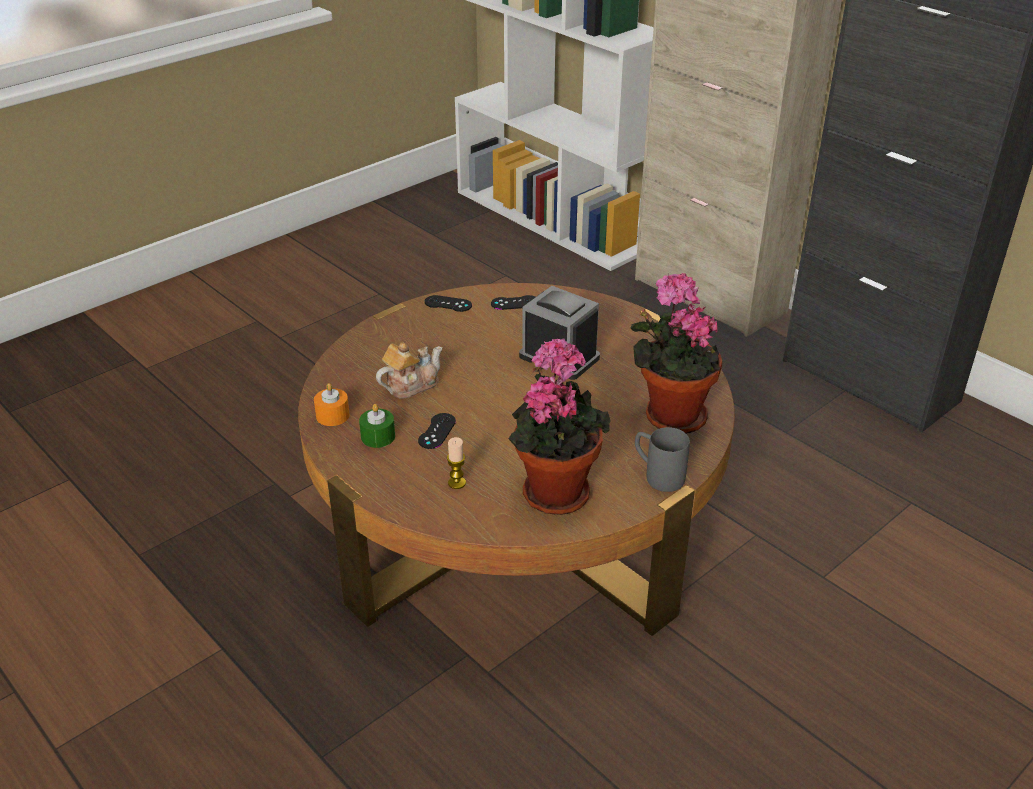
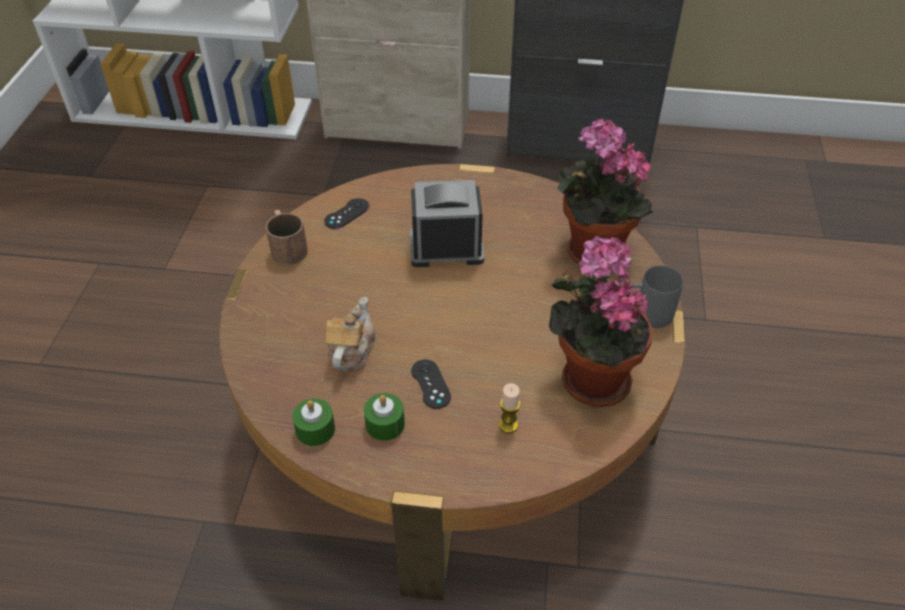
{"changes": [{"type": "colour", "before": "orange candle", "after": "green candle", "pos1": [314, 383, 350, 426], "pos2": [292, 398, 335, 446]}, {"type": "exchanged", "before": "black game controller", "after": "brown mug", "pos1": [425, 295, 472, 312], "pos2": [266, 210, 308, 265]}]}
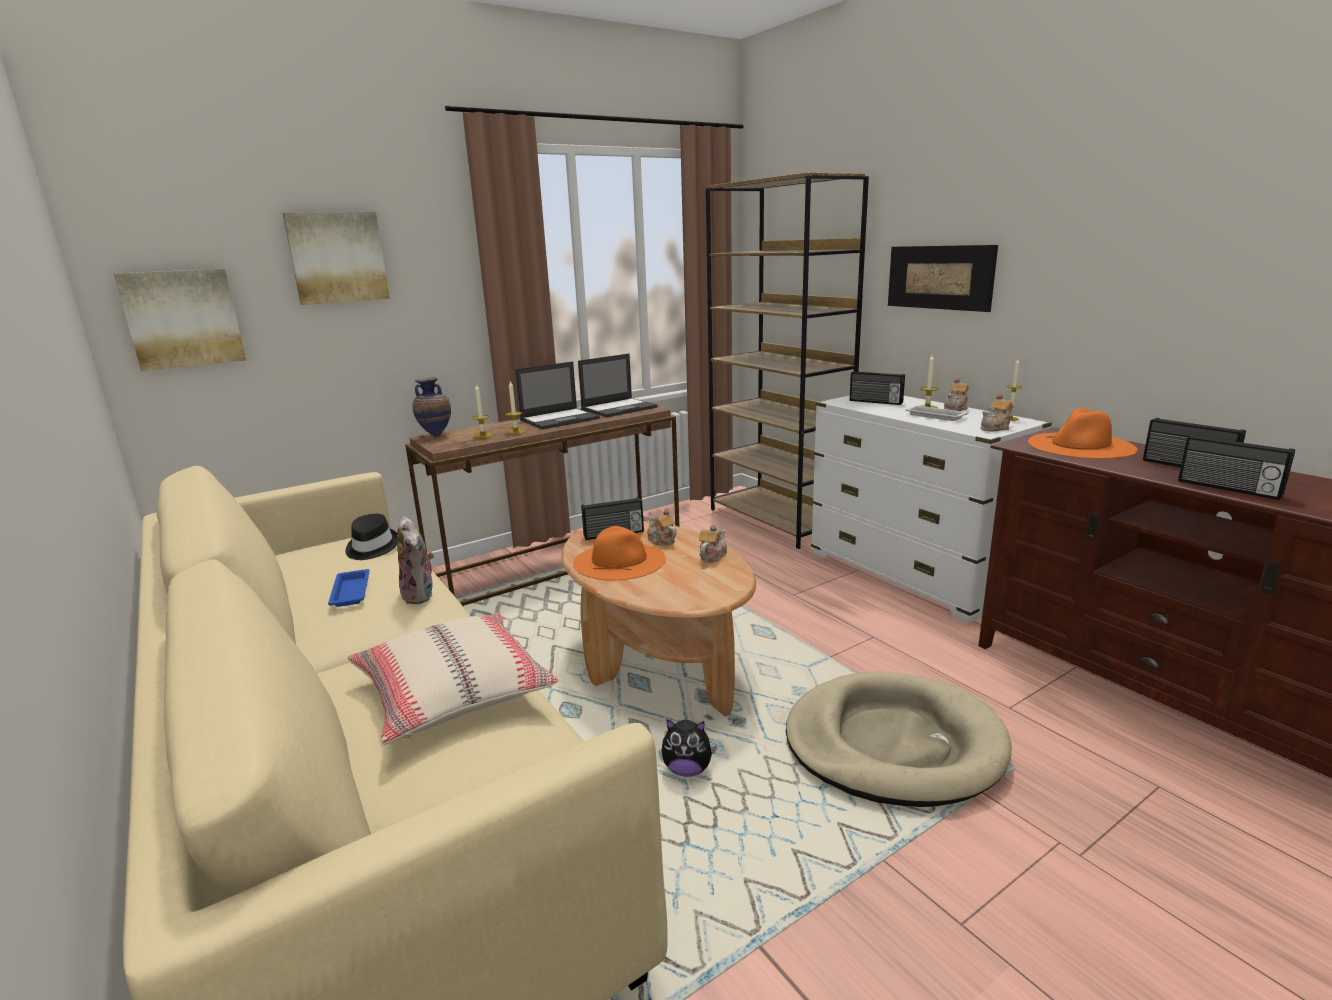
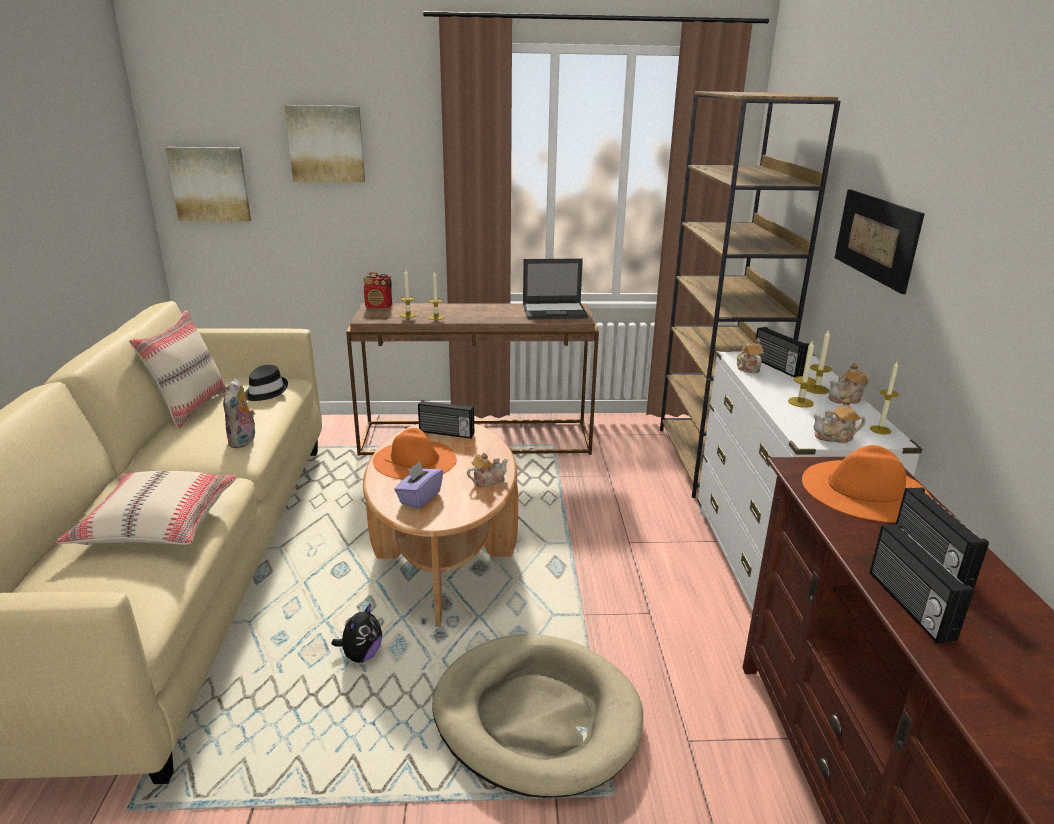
{"changes": [{"type": "missing", "before": "blue tray", "pos1": [328, 569, 370, 607]}, {"type": "exchanged", "before": "vase", "after": "radio", "pos1": [412, 377, 451, 437], "pos2": [363, 272, 392, 308]}, {"type": "missing", "before": "laptop", "pos1": [515, 362, 600, 430]}, {"type": "relocated", "before": "teapot", "pos1": [647, 509, 677, 546], "pos2": [737, 338, 764, 373]}, {"type": "spun", "before": "plush toy", "pos1": [661, 719, 717, 777], "pos2": [331, 603, 382, 663], "turn": -105}, {"type": "exchanged", "before": "white tray", "after": "candle", "pos1": [905, 406, 969, 421], "pos2": [788, 341, 816, 408]}, {"type": "appeared", "after": "beige pillow", "pos2": [129, 310, 227, 428]}, {"type": "appeared", "after": "purple tissue box", "pos2": [394, 461, 443, 509]}]}
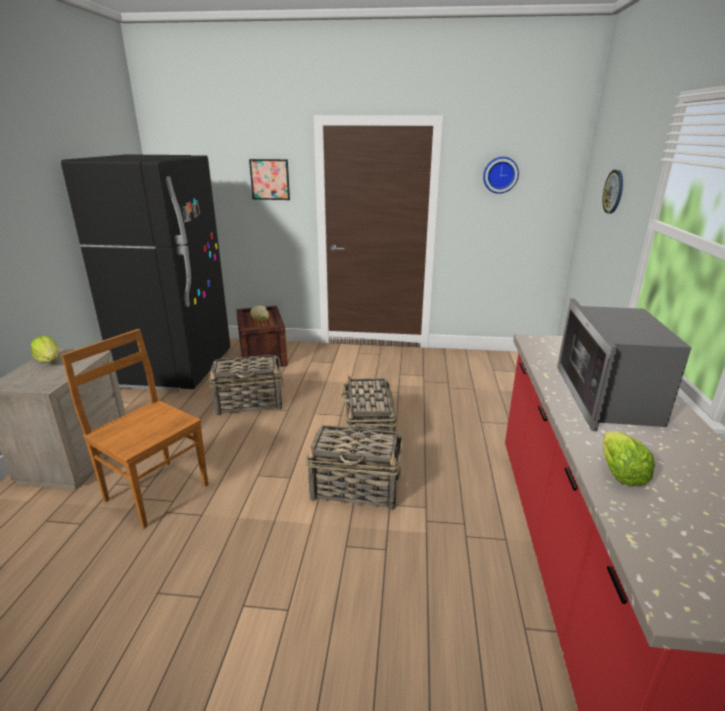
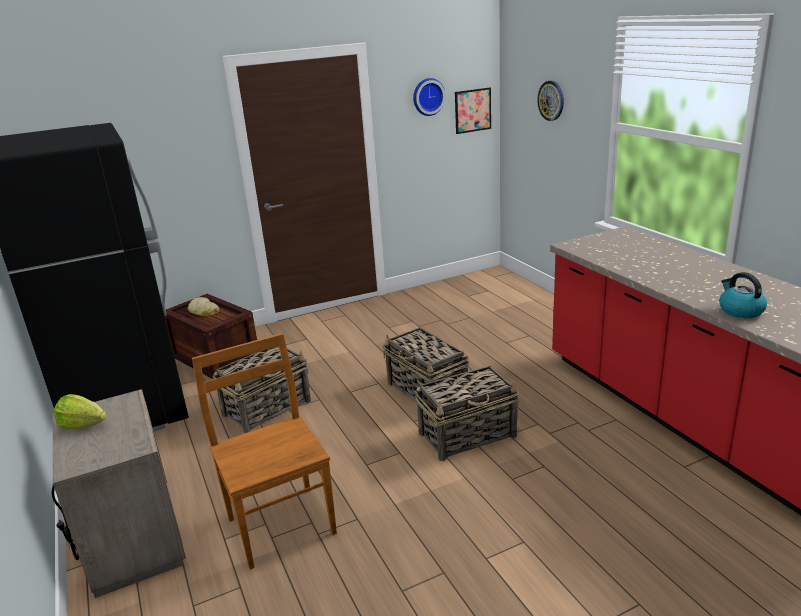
{"changes": [{"type": "spun", "before": "brown chair", "pos1": [61, 329, 208, 528], "pos2": [192, 333, 337, 570], "turn": 60}, {"type": "relocated", "before": "picture", "pos1": [249, 159, 290, 200], "pos2": [455, 88, 491, 134]}, {"type": "missing", "before": "microwave", "pos1": [557, 298, 691, 431]}, {"type": "exchanged", "before": "lettuce", "after": "kettle", "pos1": [602, 431, 655, 486], "pos2": [719, 272, 767, 318]}]}
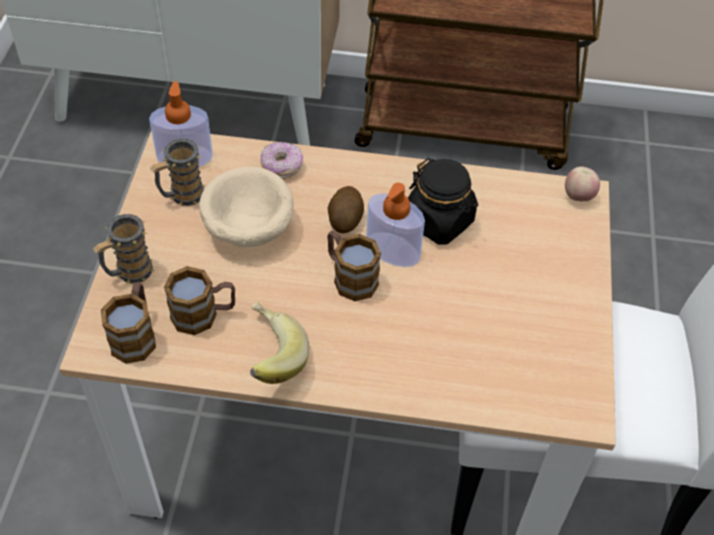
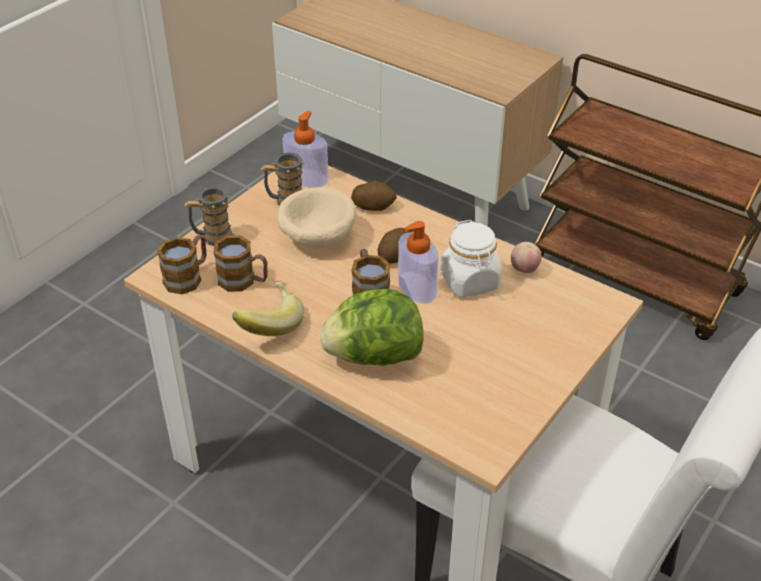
{"changes": [{"type": "exchanged", "before": "donut", "after": "potato", "pos1": [260, 142, 303, 179], "pos2": [351, 181, 397, 211]}, {"type": "colour", "before": "black jar", "after": "white jar", "pos1": [408, 158, 478, 245], "pos2": [440, 220, 502, 297]}, {"type": "relocated", "before": "apple", "pos1": [565, 166, 600, 201], "pos2": [511, 242, 542, 273]}, {"type": "appeared", "after": "lettuce", "pos2": [320, 289, 424, 366]}]}
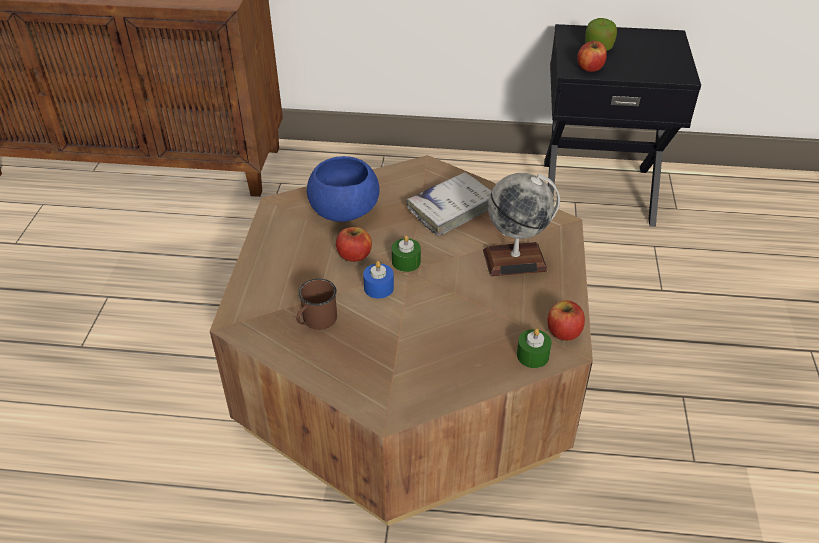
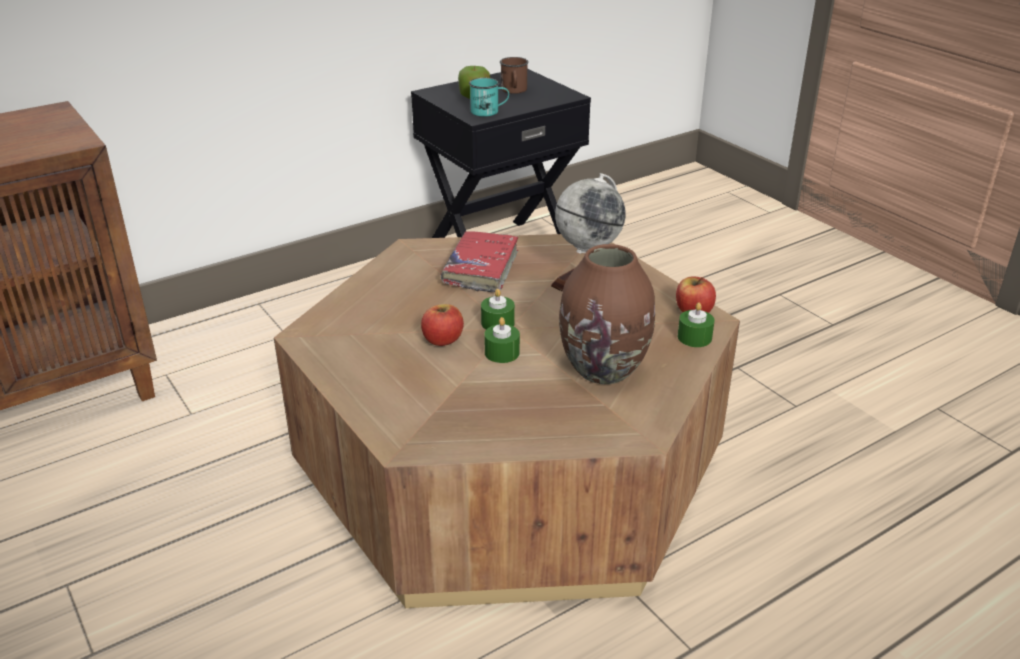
{"changes": [{"type": "relocated", "before": "brown mug", "pos1": [296, 279, 337, 330], "pos2": [500, 57, 529, 94]}, {"type": "missing", "before": "blue bowl", "pos1": [307, 156, 380, 222]}, {"type": "colour", "before": "blue candle", "after": "green candle", "pos1": [363, 261, 394, 299], "pos2": [484, 317, 520, 363]}, {"type": "colour", "before": "white book", "after": "red book", "pos1": [406, 172, 492, 236], "pos2": [441, 231, 518, 292]}, {"type": "exchanged", "before": "apple", "after": "turquoise mug", "pos1": [577, 40, 607, 72], "pos2": [469, 78, 509, 116]}, {"type": "appeared", "after": "brown vase", "pos2": [559, 244, 655, 384]}]}
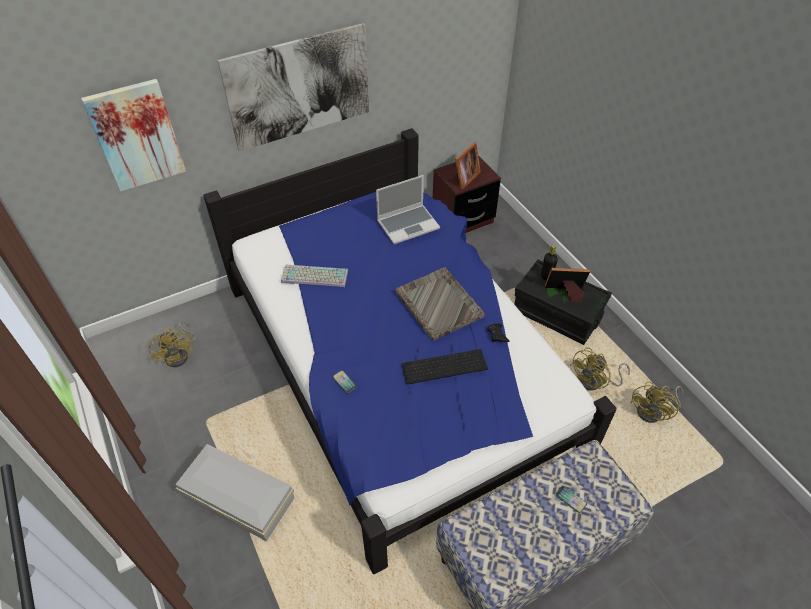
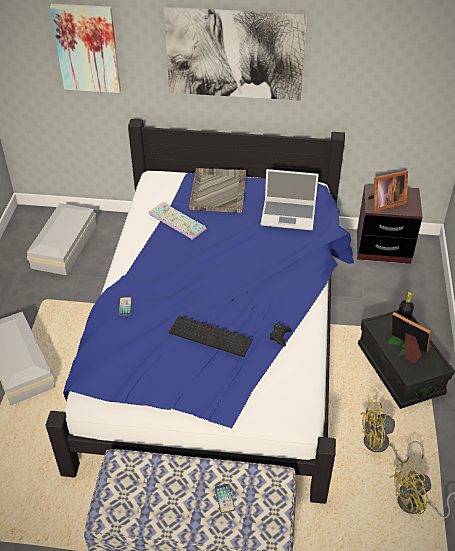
{"changes": [{"type": "exchanged", "before": "yellow fan", "after": "white storage box", "pos1": [149, 321, 196, 367], "pos2": [27, 203, 96, 275]}, {"type": "relocated", "before": "grey tray", "pos1": [395, 267, 485, 341], "pos2": [189, 168, 246, 213]}]}
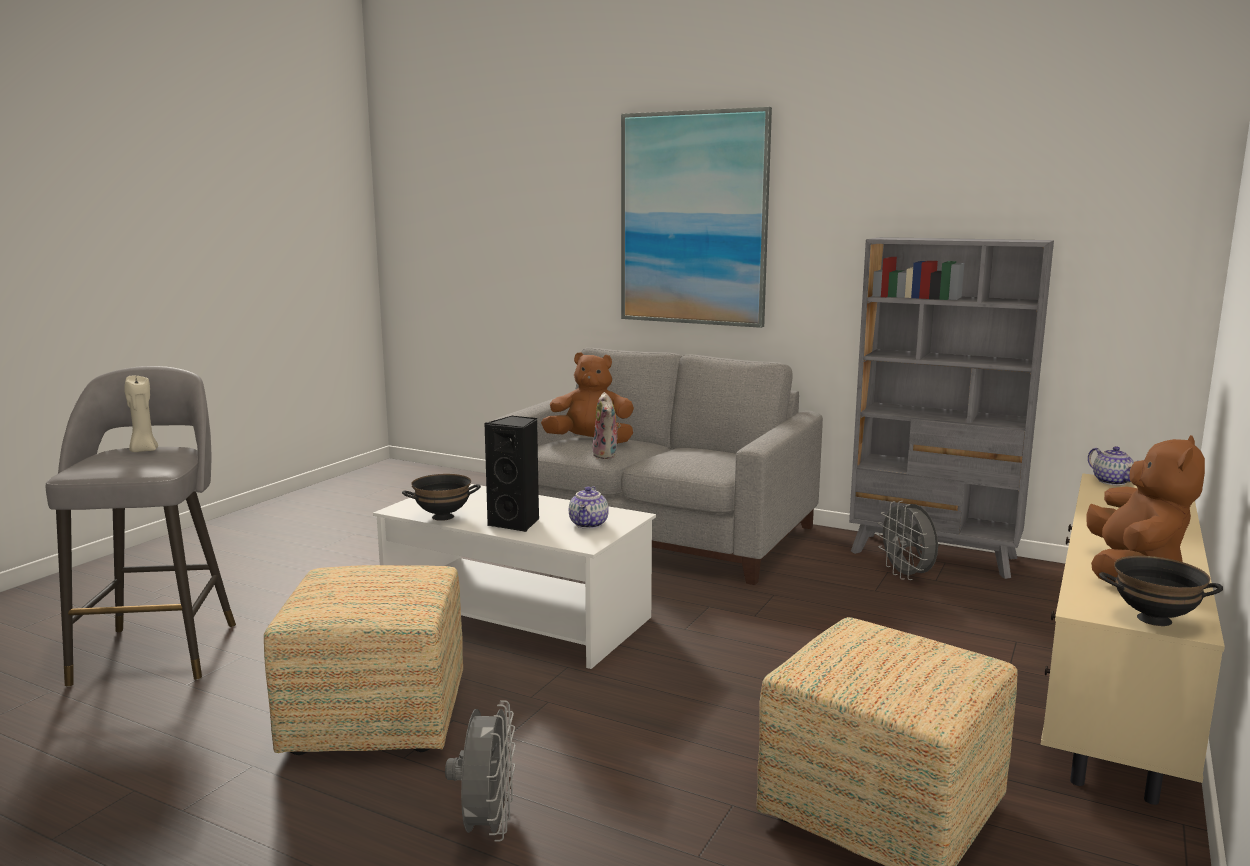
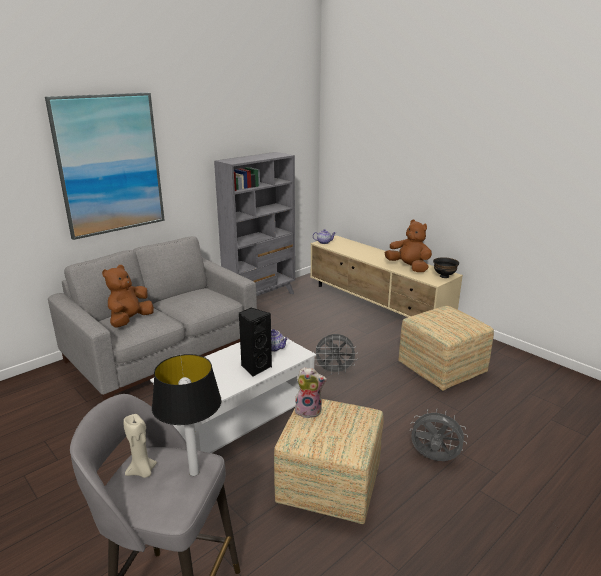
{"changes": [{"type": "missing", "before": "black bowl", "pos1": [402, 474, 481, 521]}, {"type": "relocated", "before": "plush toy", "pos1": [592, 392, 621, 459], "pos2": [295, 367, 327, 418]}, {"type": "relocated", "before": "grey fan", "pos1": [877, 501, 938, 580], "pos2": [313, 334, 358, 375]}, {"type": "appeared", "after": "table lamp", "pos2": [152, 354, 222, 476]}]}
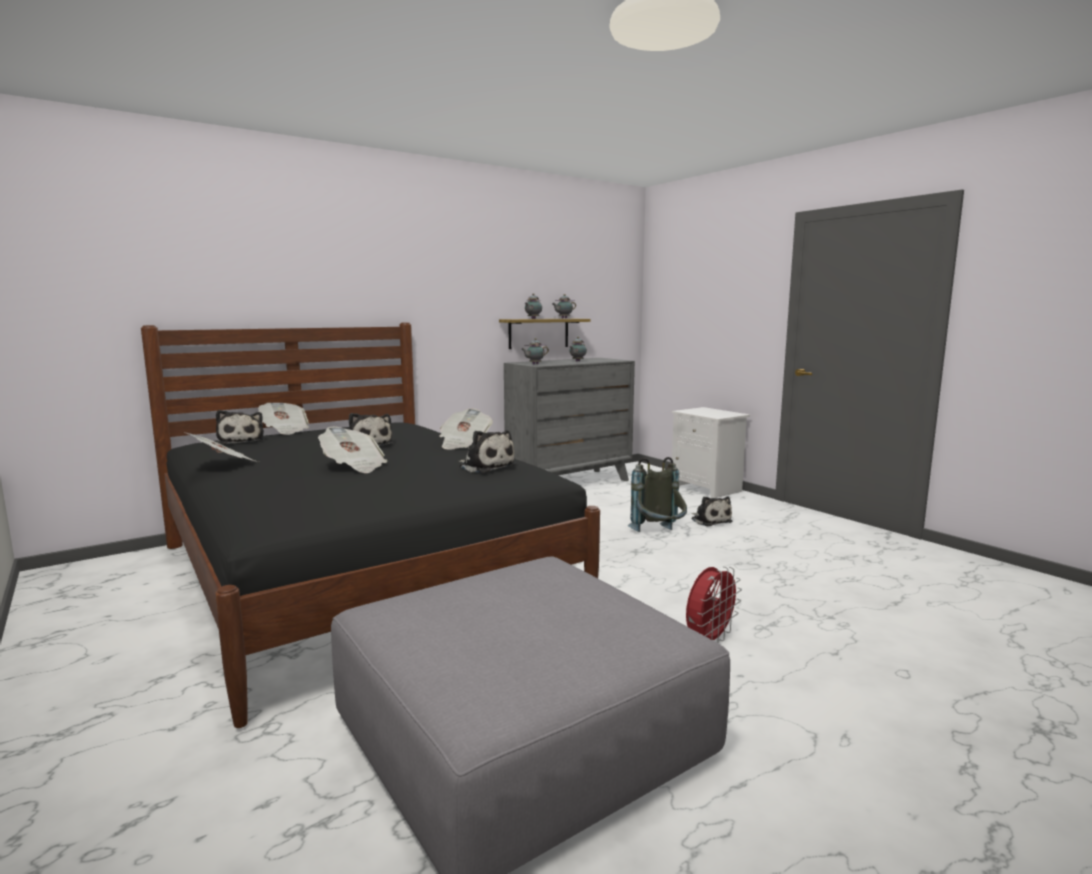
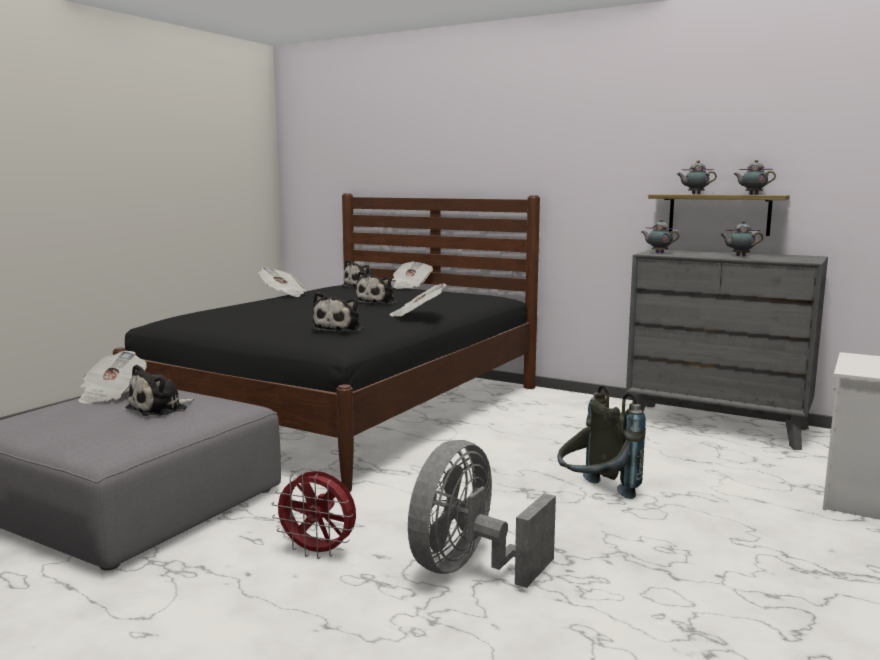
{"changes": [{"type": "relocated", "before": "newspaper", "pos1": [318, 426, 387, 473], "pos2": [78, 351, 147, 404]}, {"type": "relocated", "before": "plush toy", "pos1": [691, 496, 733, 526], "pos2": [125, 364, 194, 416]}, {"type": "appeared", "after": "grey fan", "pos2": [408, 440, 556, 588]}]}
